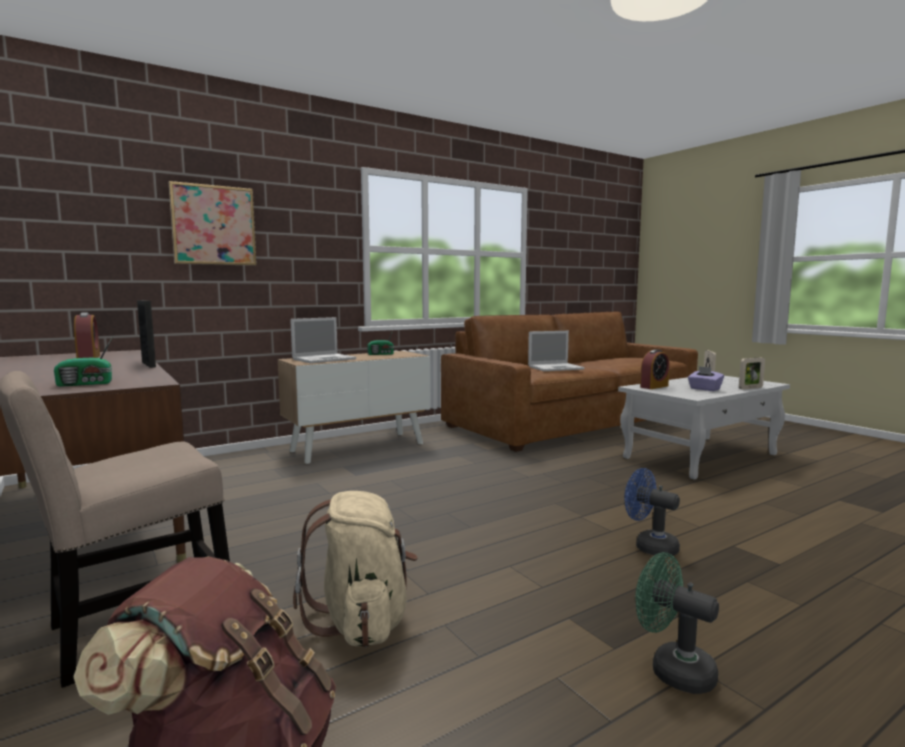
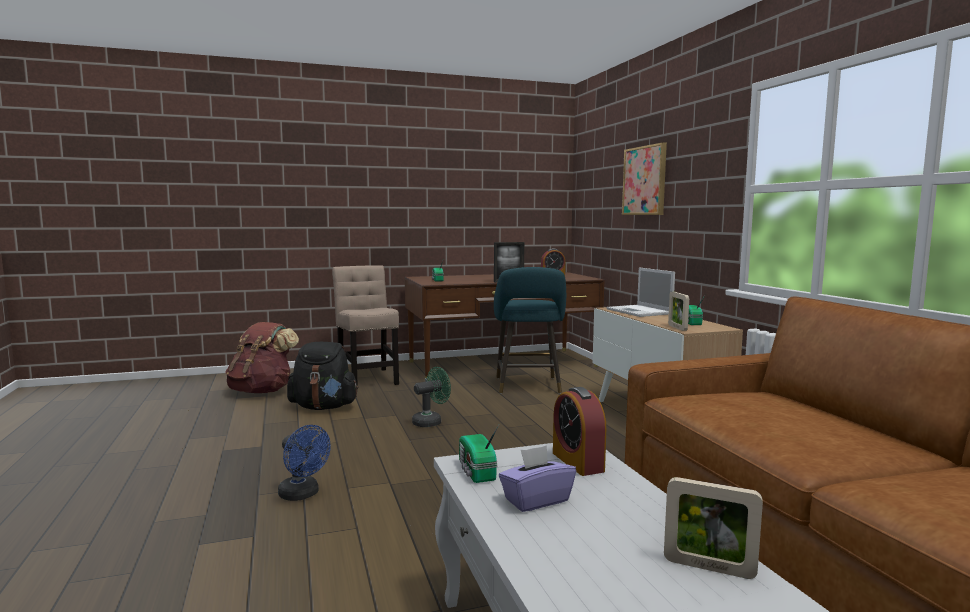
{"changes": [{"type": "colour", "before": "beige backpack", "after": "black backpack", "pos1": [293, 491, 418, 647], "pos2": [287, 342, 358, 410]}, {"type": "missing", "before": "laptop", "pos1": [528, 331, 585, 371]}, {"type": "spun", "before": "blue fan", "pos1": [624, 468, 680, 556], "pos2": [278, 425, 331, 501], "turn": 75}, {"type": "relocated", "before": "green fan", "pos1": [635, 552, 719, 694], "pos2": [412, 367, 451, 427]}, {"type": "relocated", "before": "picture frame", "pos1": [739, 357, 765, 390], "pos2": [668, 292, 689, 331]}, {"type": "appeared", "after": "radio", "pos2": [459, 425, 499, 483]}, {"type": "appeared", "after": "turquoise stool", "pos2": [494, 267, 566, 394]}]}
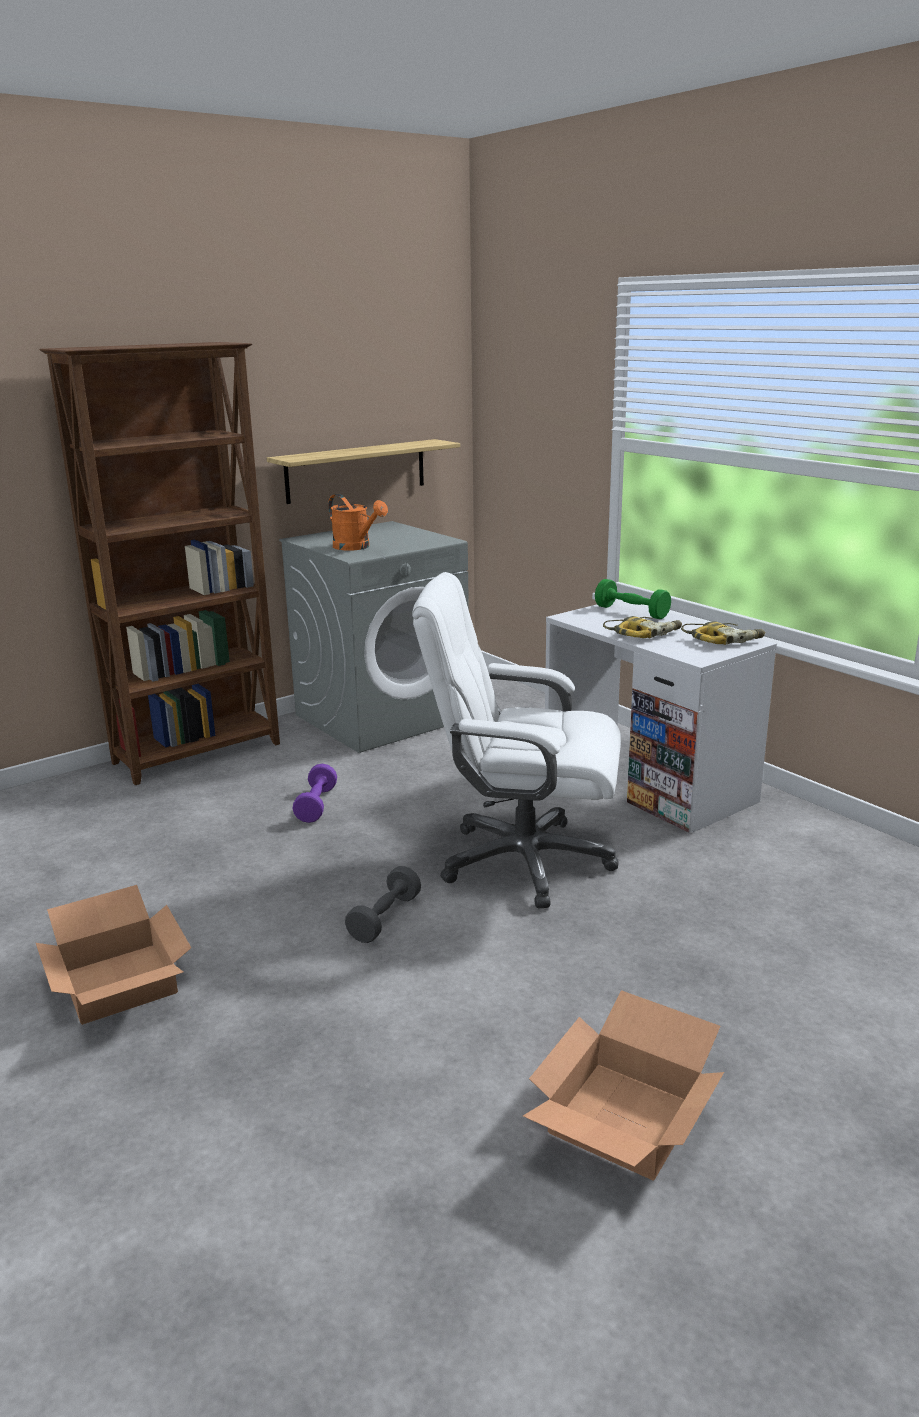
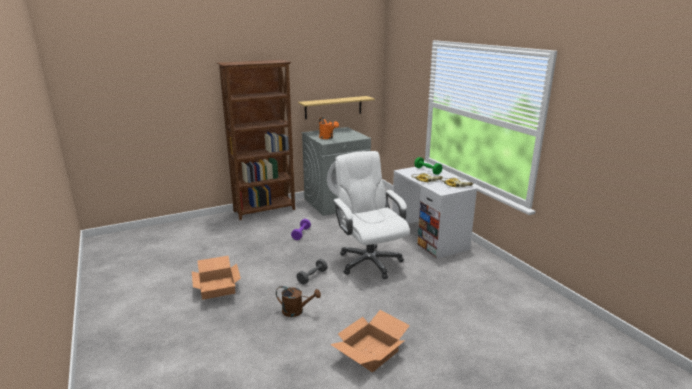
{"changes": [{"type": "spun", "before": "white office chair", "pos1": [412, 572, 621, 908], "pos2": [332, 151, 410, 279], "turn": 45}, {"type": "appeared", "after": "brown watering can", "pos2": [276, 286, 321, 317]}]}
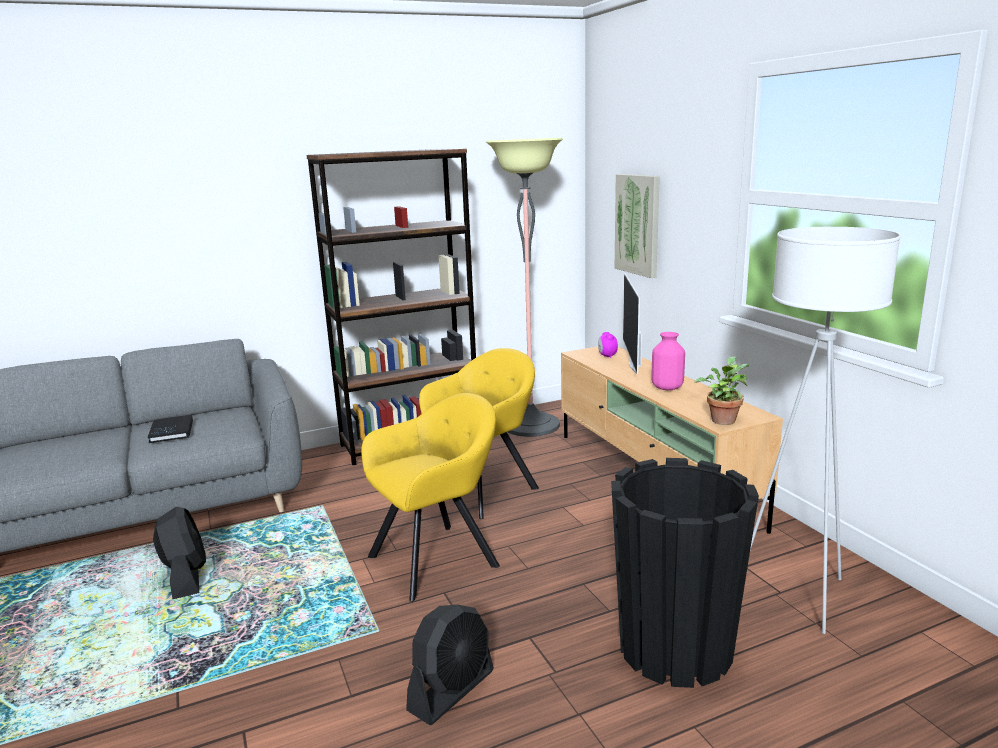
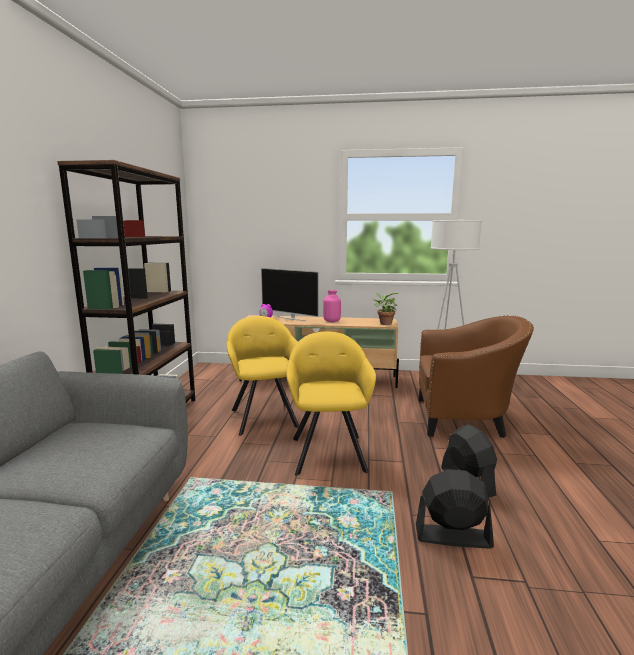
{"changes": [{"type": "missing", "before": "black book", "pos1": [148, 415, 193, 443]}, {"type": "relocated", "before": "black fan", "pos1": [153, 507, 206, 599], "pos2": [416, 469, 494, 549]}, {"type": "missing", "before": "floor lamp", "pos1": [486, 138, 563, 437]}, {"type": "exchanged", "before": "black planter", "after": "brown armchair", "pos1": [611, 458, 759, 688], "pos2": [418, 315, 534, 438]}, {"type": "missing", "before": "picture", "pos1": [615, 174, 660, 278]}]}
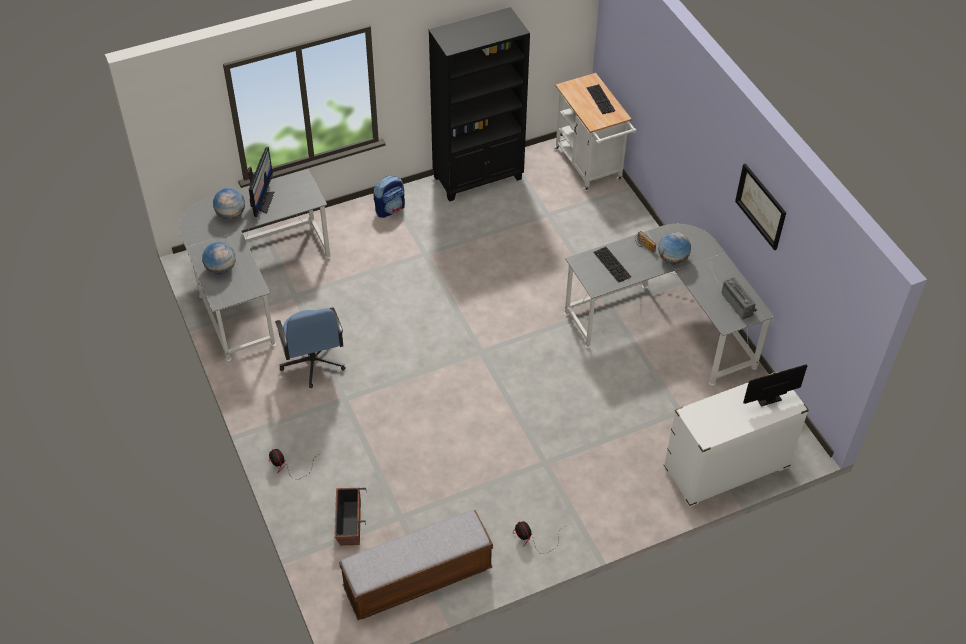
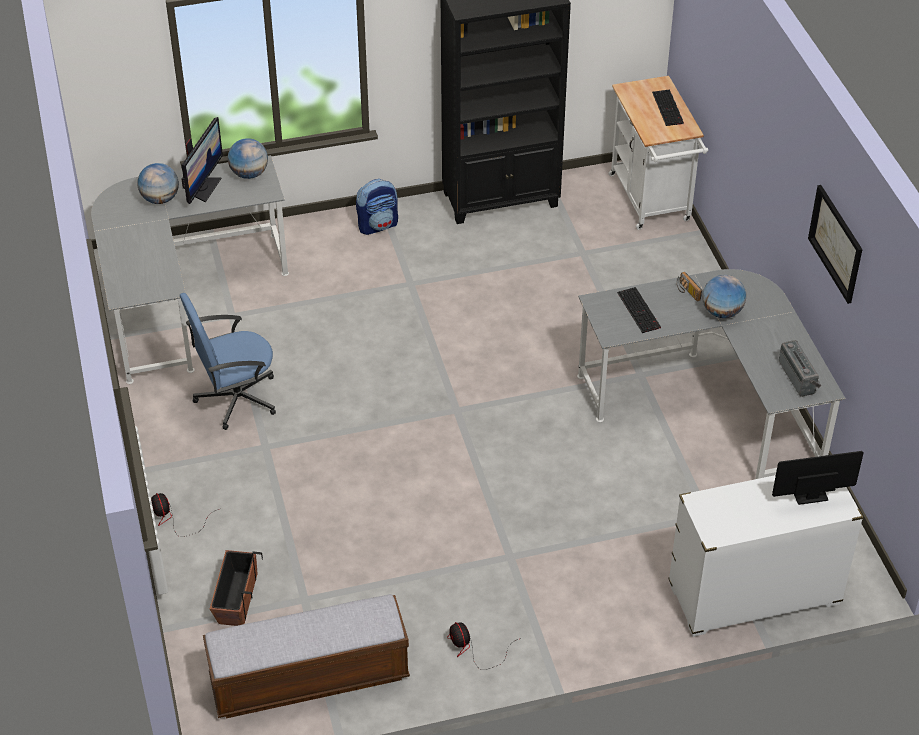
{"changes": [{"type": "relocated", "before": "globe", "pos1": [202, 242, 235, 275], "pos2": [228, 138, 268, 179]}, {"type": "spun", "before": "blue office chair", "pos1": [275, 307, 346, 388], "pos2": [180, 293, 276, 430], "turn": 75}]}
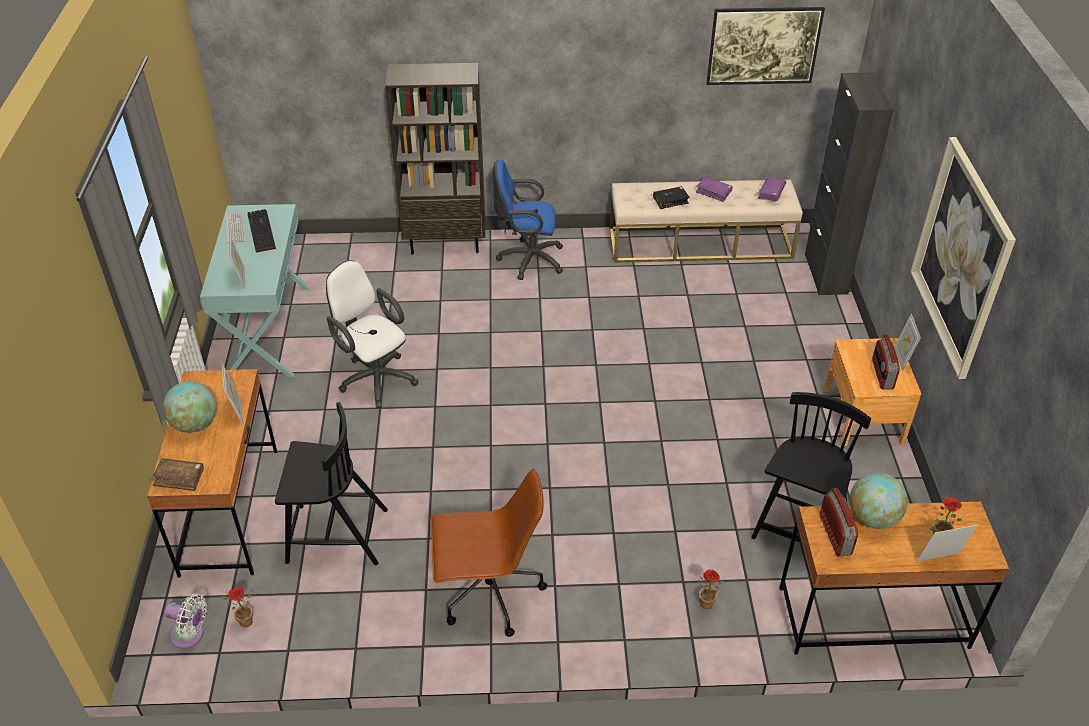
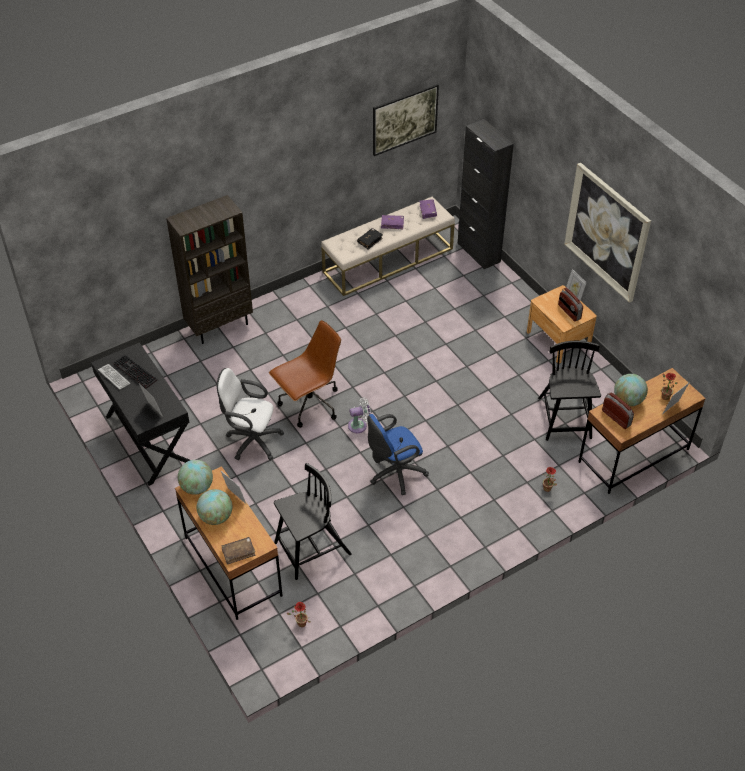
{"changes": [{"type": "relocated", "before": "white fan", "pos1": [164, 593, 207, 649], "pos2": [348, 397, 371, 433]}, {"type": "colour", "before": "turquoise console table", "after": "black console table", "pos1": [200, 204, 311, 377], "pos2": [91, 342, 190, 486]}, {"type": "relocated", "before": "brown office chair", "pos1": [431, 468, 547, 637], "pos2": [269, 320, 341, 428]}, {"type": "relocated", "before": "blue office chair", "pos1": [492, 160, 563, 280], "pos2": [367, 414, 429, 495]}, {"type": "appeared", "after": "globe", "pos2": [178, 460, 213, 495]}]}
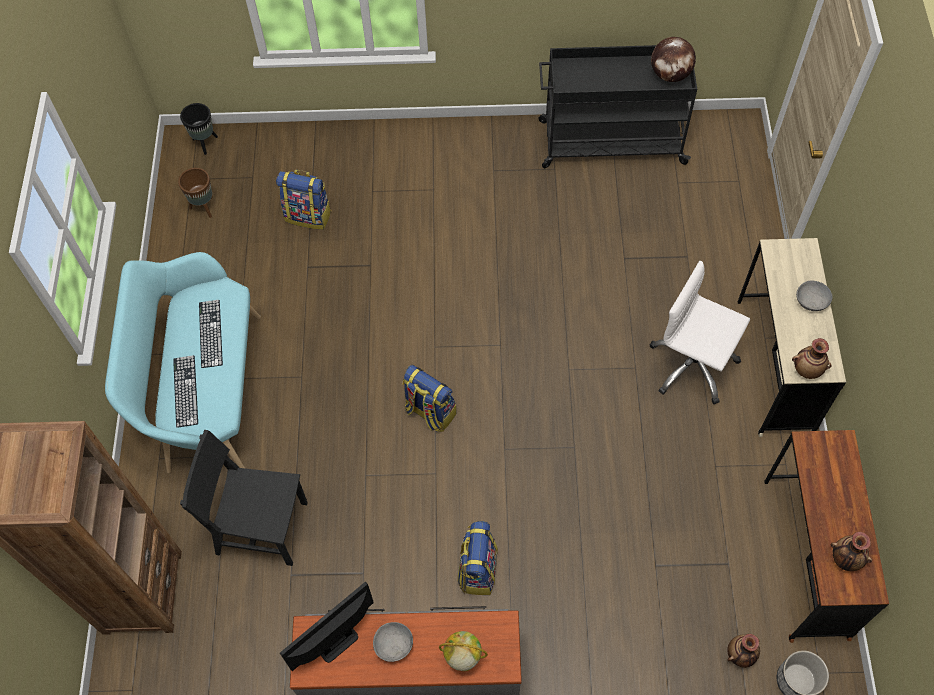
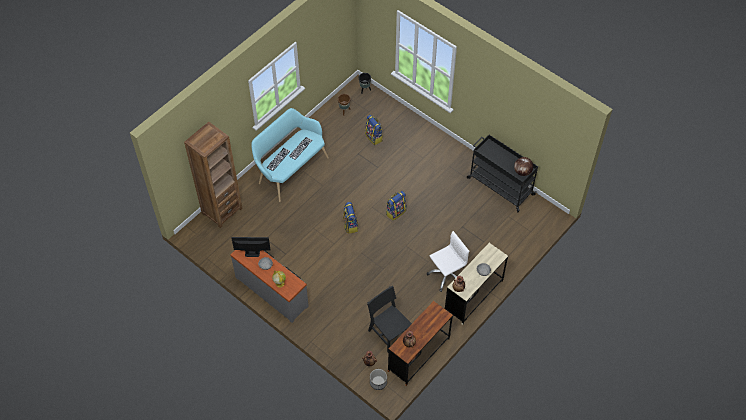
{"changes": [{"type": "relocated", "before": "black chair", "pos1": [180, 430, 308, 566], "pos2": [367, 286, 412, 352]}, {"type": "relocated", "before": "backpack", "pos1": [458, 521, 498, 595], "pos2": [386, 191, 406, 221]}, {"type": "spun", "before": "white office chair", "pos1": [650, 260, 750, 404], "pos2": [427, 231, 469, 292], "turn": 75}]}
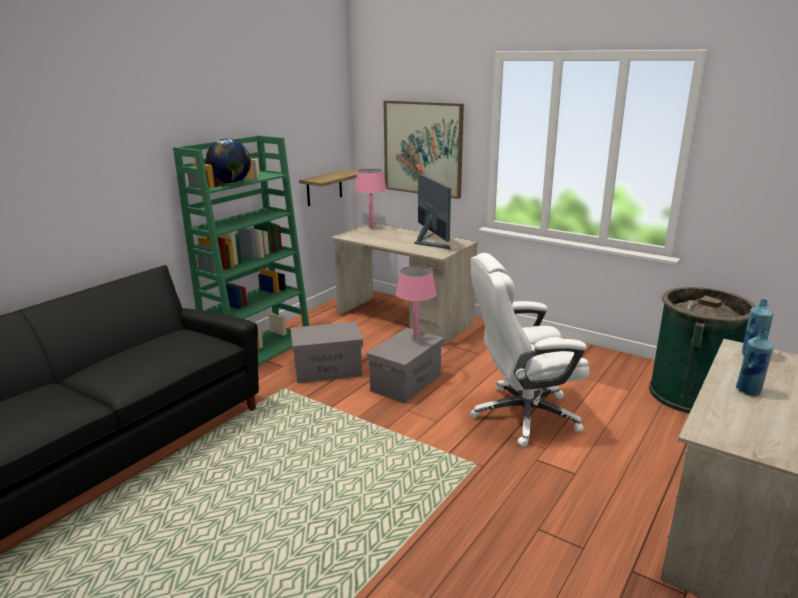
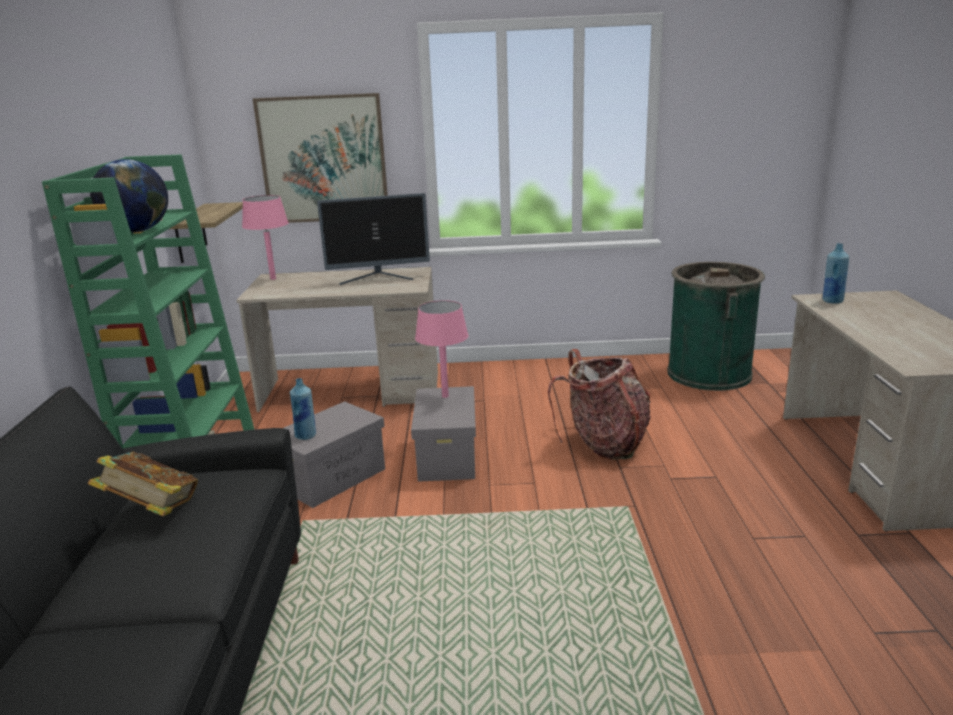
{"changes": [{"type": "spun", "before": "monitor", "pos1": [414, 174, 451, 249], "pos2": [317, 193, 430, 285], "turn": 135}, {"type": "exchanged", "before": "white office chair", "after": "backpack", "pos1": [469, 253, 589, 447], "pos2": [548, 349, 651, 460]}, {"type": "relocated", "before": "blue bottle", "pos1": [736, 330, 773, 396], "pos2": [290, 378, 316, 440]}, {"type": "appeared", "after": "book", "pos2": [88, 452, 198, 516]}]}
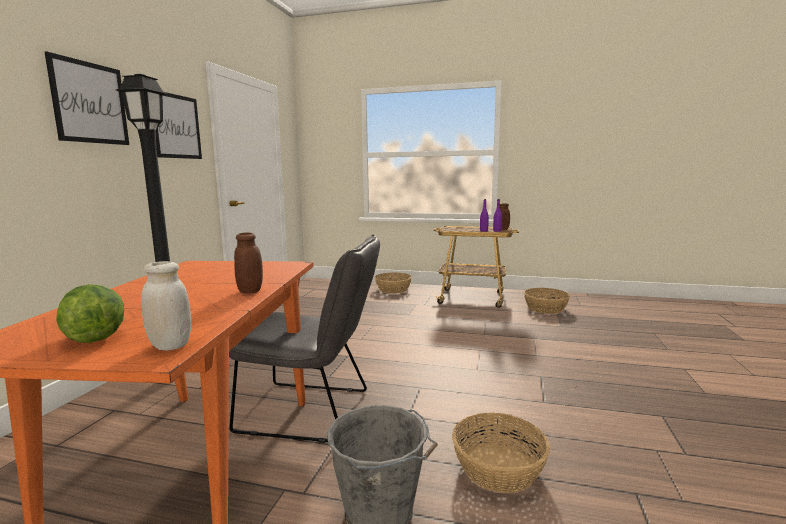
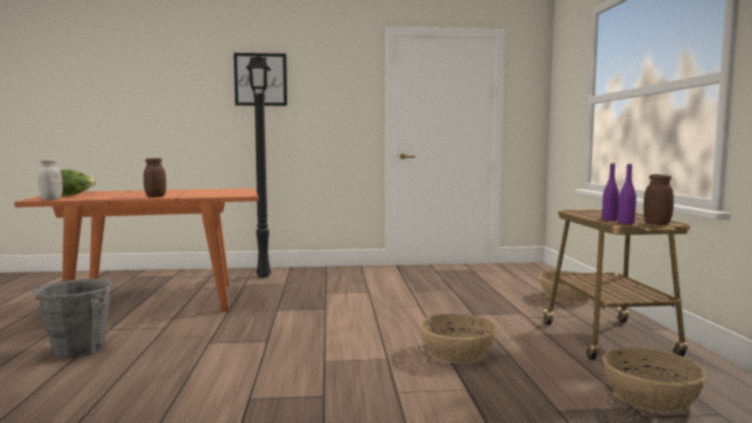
{"changes": [{"type": "missing", "before": "picture", "pos1": [156, 92, 202, 159]}, {"type": "missing", "before": "grey chair", "pos1": [229, 234, 380, 443]}, {"type": "relocated", "before": "basket", "pos1": [452, 413, 550, 493], "pos2": [419, 314, 497, 363]}]}
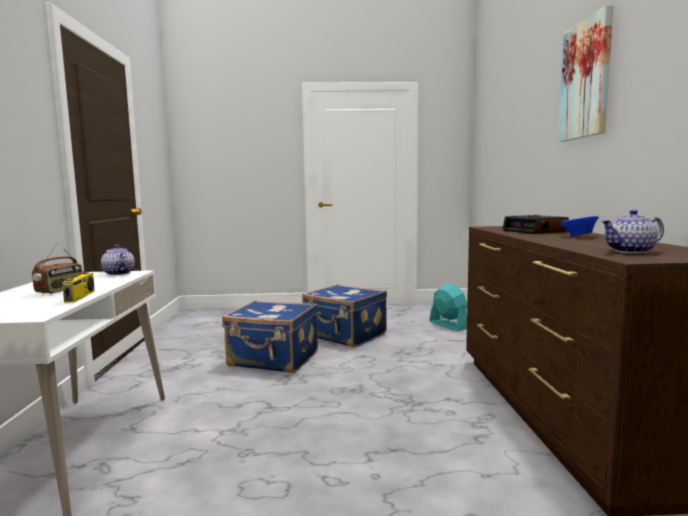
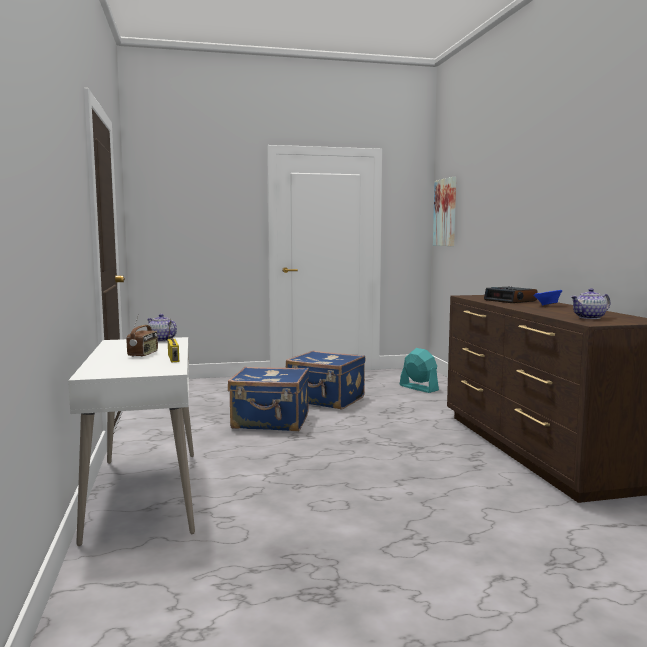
{"changes": [{"type": "relocated", "before": "picture", "pos1": [558, 5, 613, 142], "pos2": [433, 177, 456, 246]}]}
